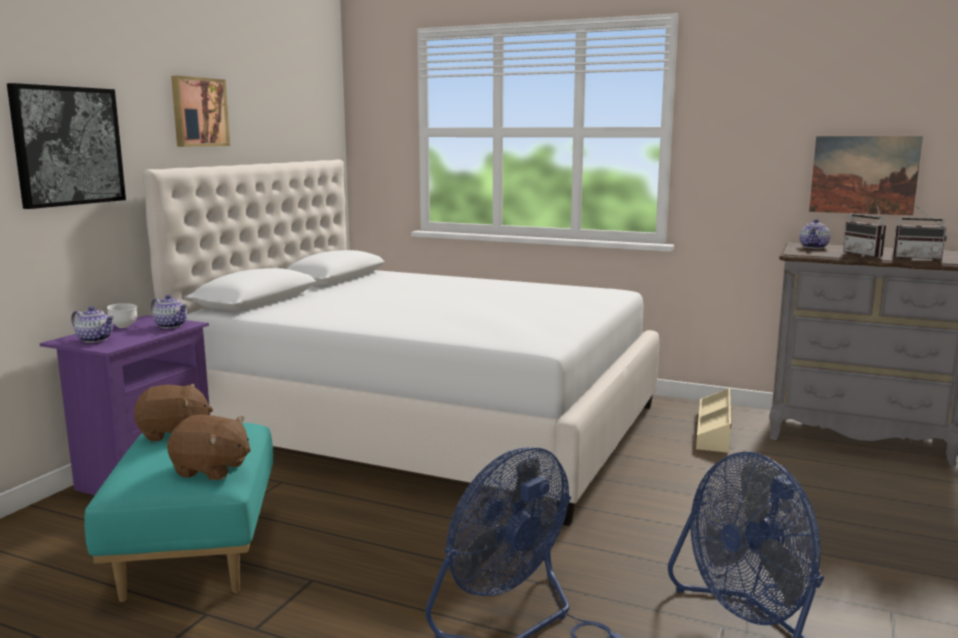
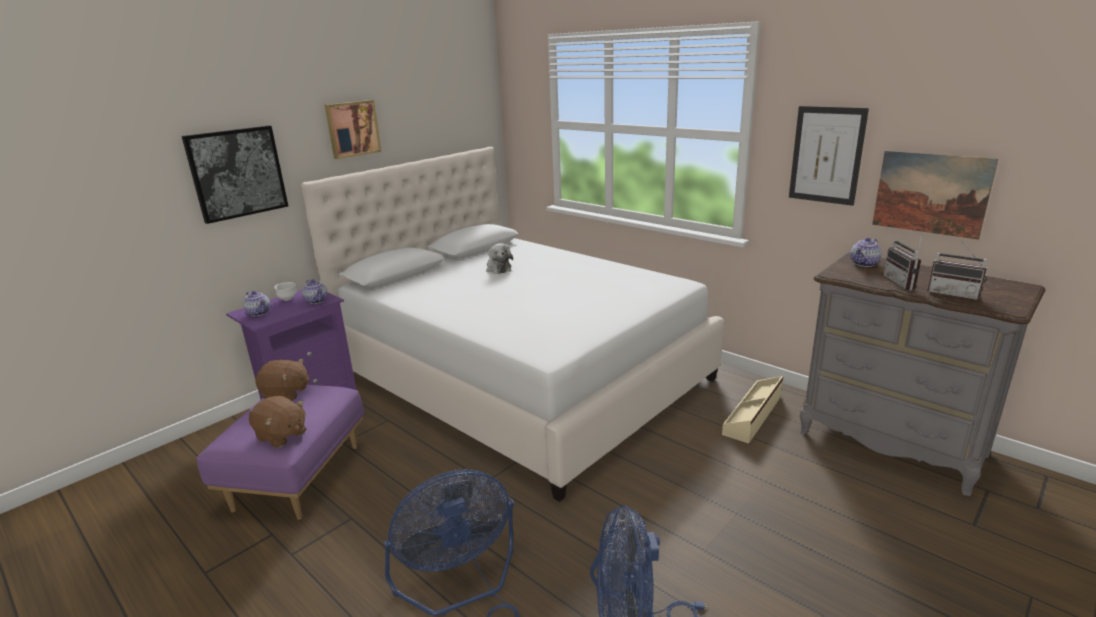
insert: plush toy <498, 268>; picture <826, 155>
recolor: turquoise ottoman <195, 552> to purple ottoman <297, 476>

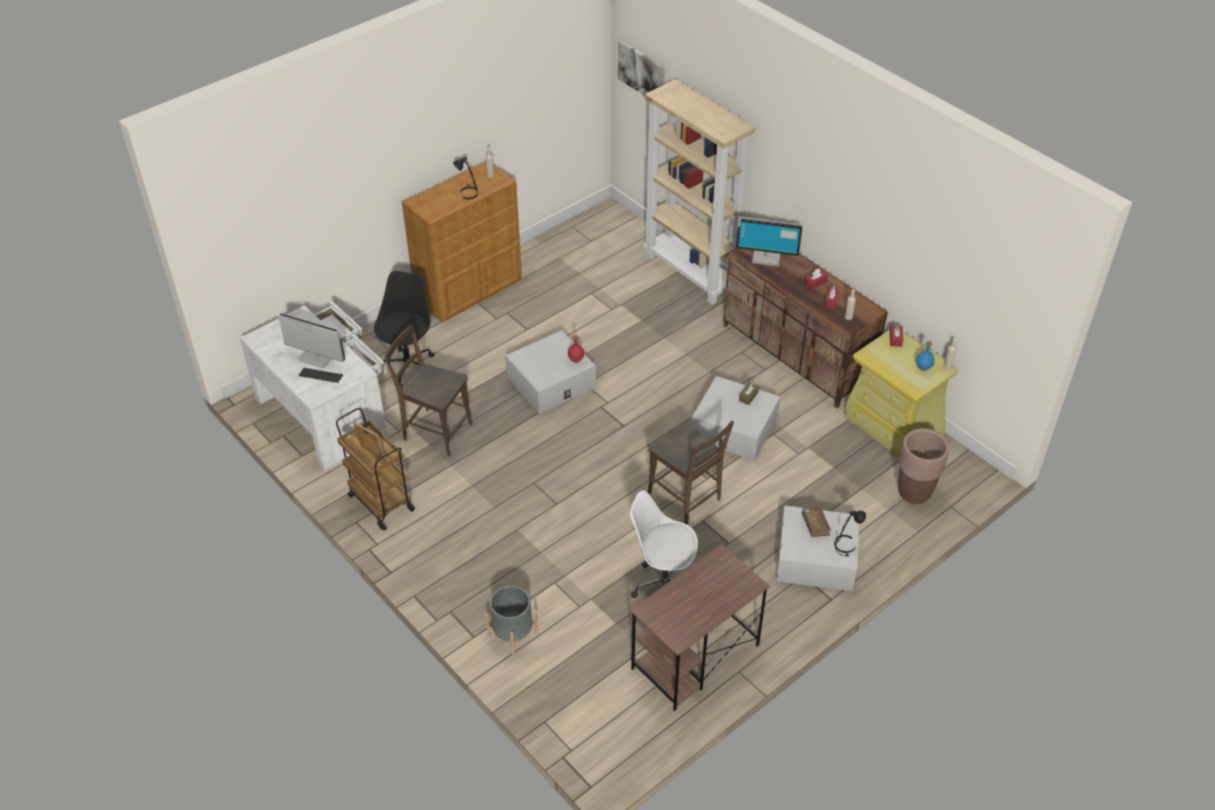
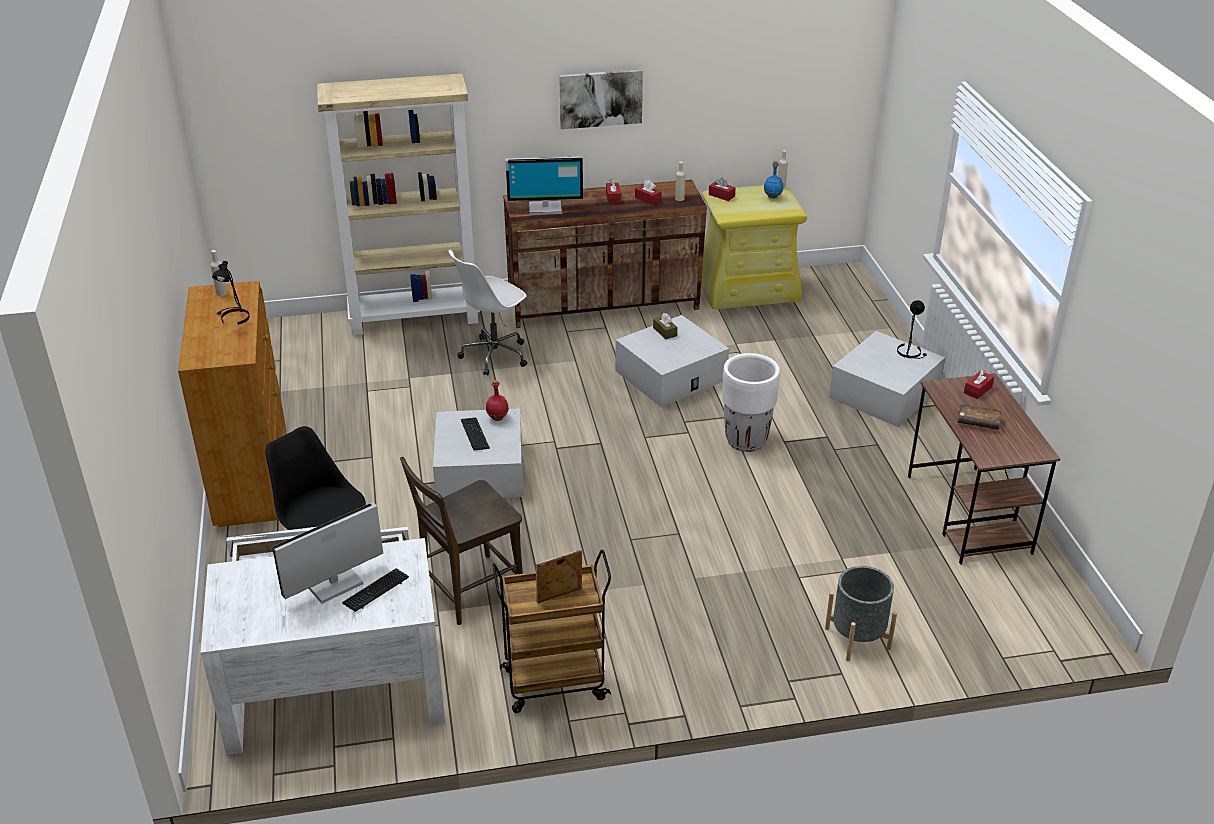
delete: brown planter <914, 493>
insert: keyboard <475, 435>; red tissue box <978, 390>
move: picture <642, 72> to <600, 98>; white office chair <662, 587> to <493, 357>; brown book <815, 525> to <978, 422>
replace: brown chair <686, 499> to white planter <746, 441>
rotate: monitor <766, 257> = <545, 208> 45 degrees clockwise

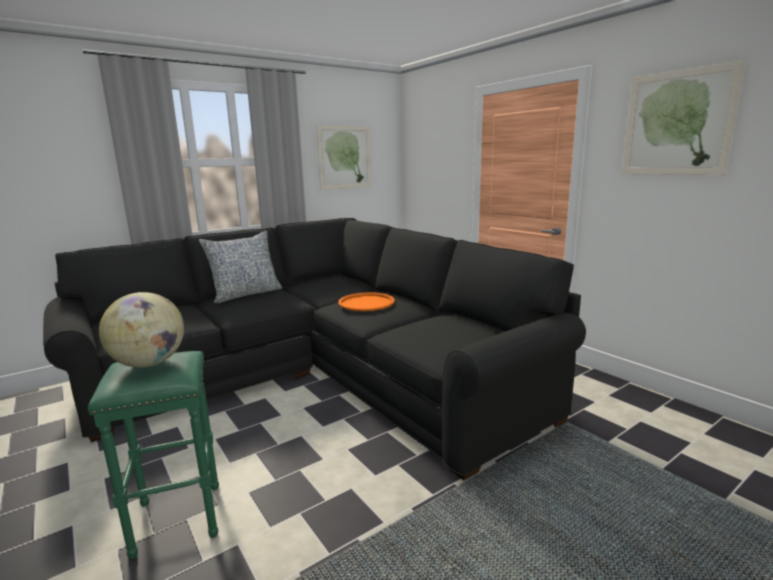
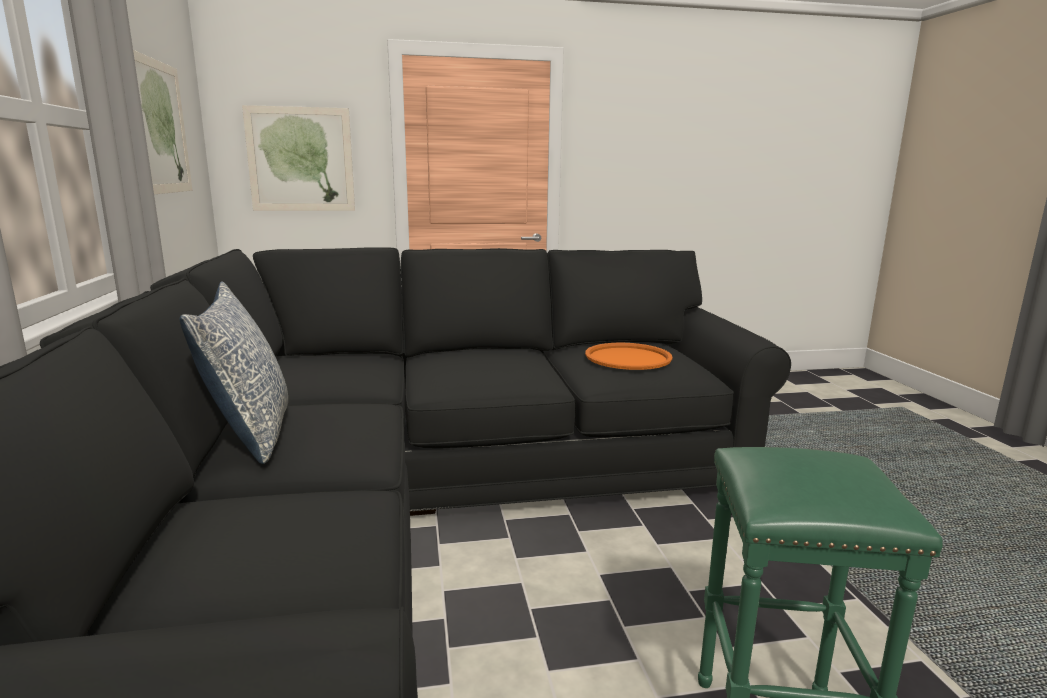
delete: globe <149, 363>
move: orange tray <366, 303> to <628, 357>; picture <677, 123> to <300, 159>

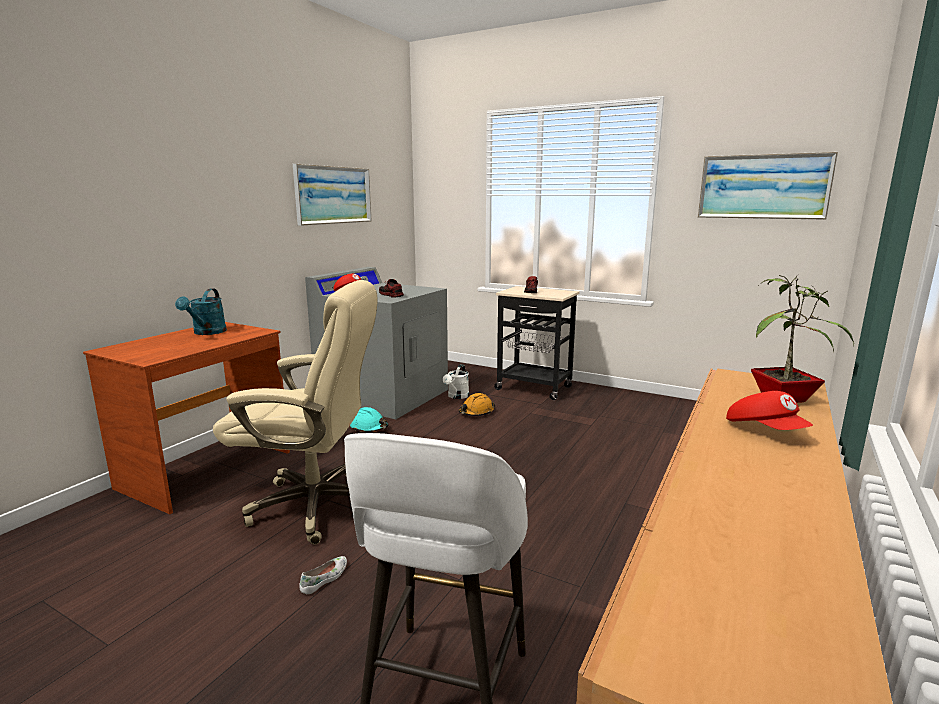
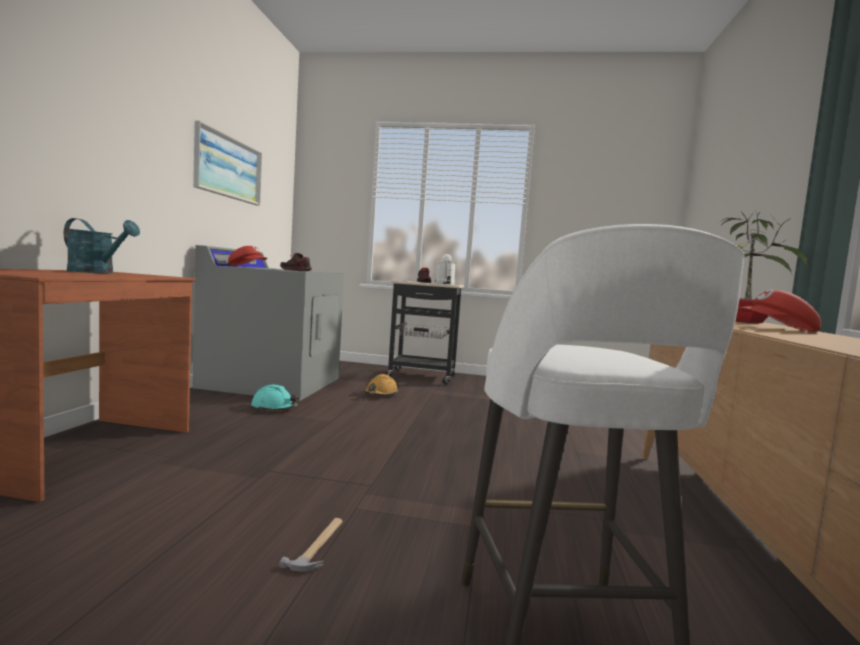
delete: beige office chair <312, 505>; picture <763, 186>
move: white watering can <457, 396> to <444, 284>
replace: white shoe <325, 579> to hammer <319, 546>
rotate: turquoise watering can <207, 333> = <97, 272> 60 degrees counterclockwise; red cap <765, 430> = <778, 329> 135 degrees clockwise

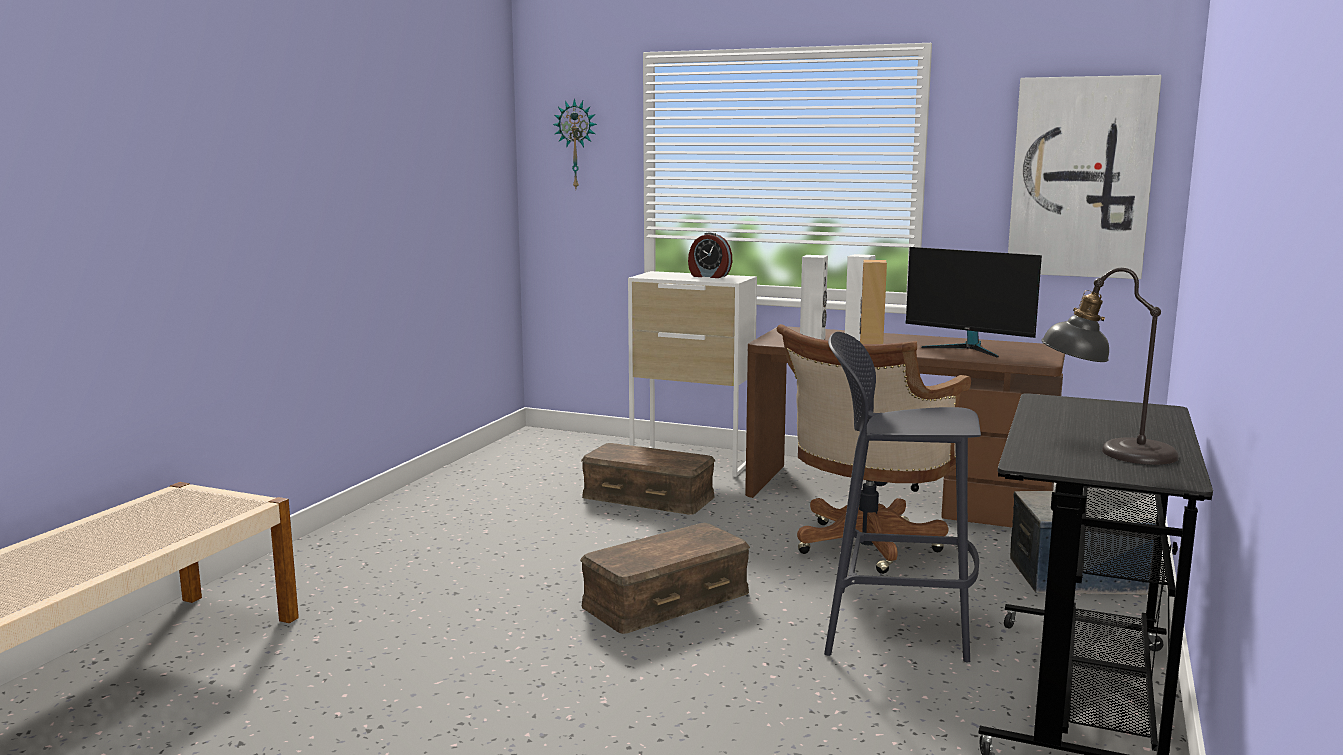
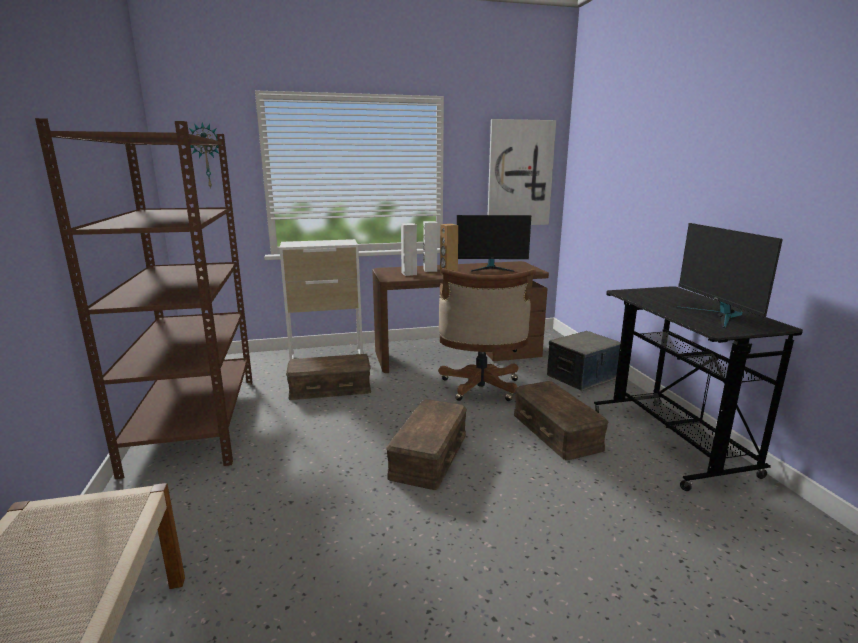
delete: alarm clock <709, 276>
insert: brown bookcase <196, 421>
replace: grey stool <893, 627> to brown storage box <555, 431>; grey table lamp <1105, 450> to monitor <717, 316>

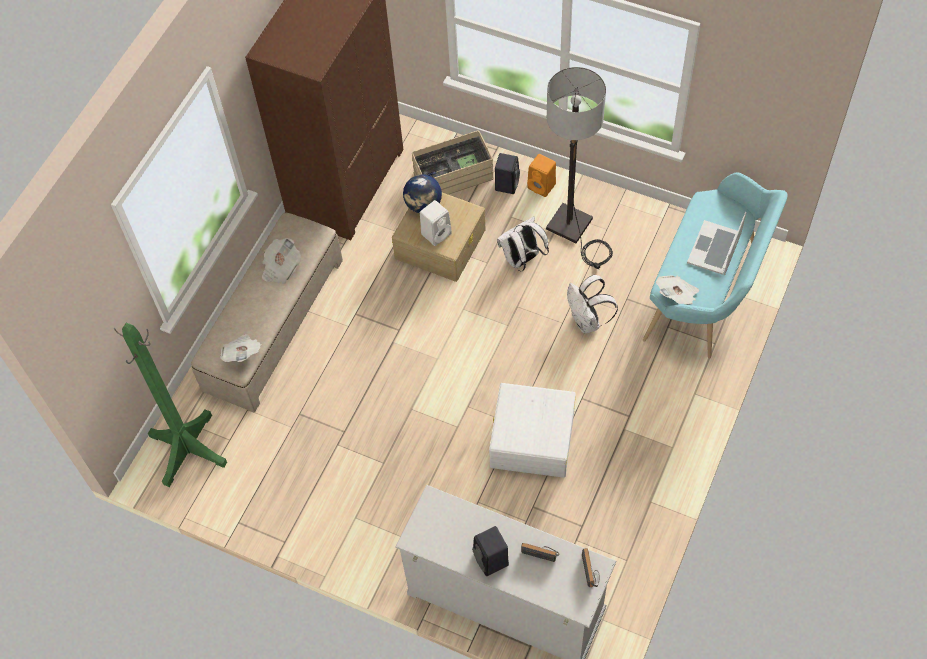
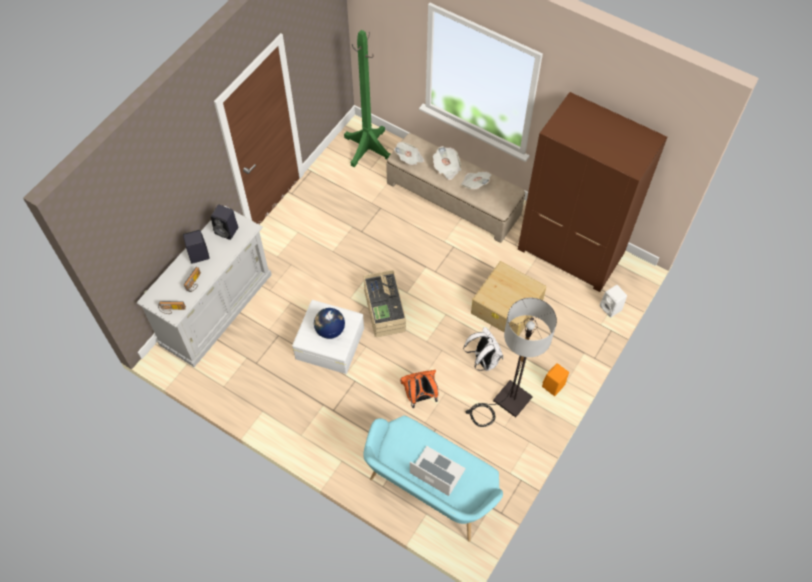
move: globe <423, 205> to <330, 330>; beige storage box <453, 176> to <384, 309>; white speaker <436, 233> to <611, 308>; black speaker <507, 183> to <227, 231>; newspaper <677, 295> to <447, 168>
recolor: white backpack <587, 321> to orange backpack <420, 396>

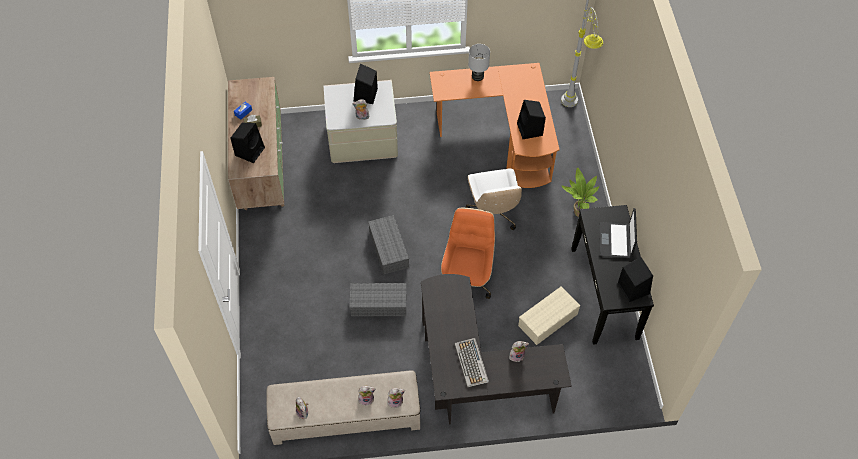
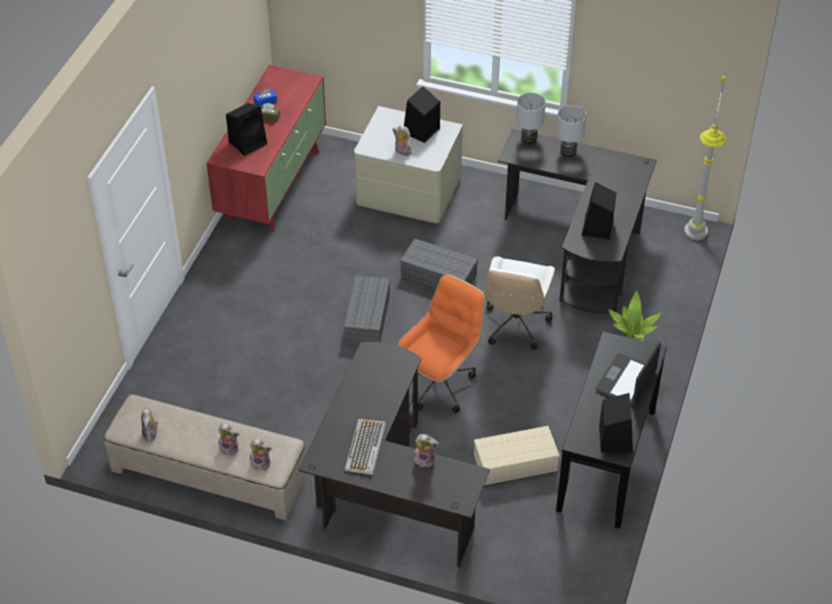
insert: grey table lamp <529, 139>
move: grey storage box <379, 303> to <440, 275>
recolor: green dresser <262, 169> to red dresser <272, 185>; orange desk <502, 137> to black desk <582, 245>

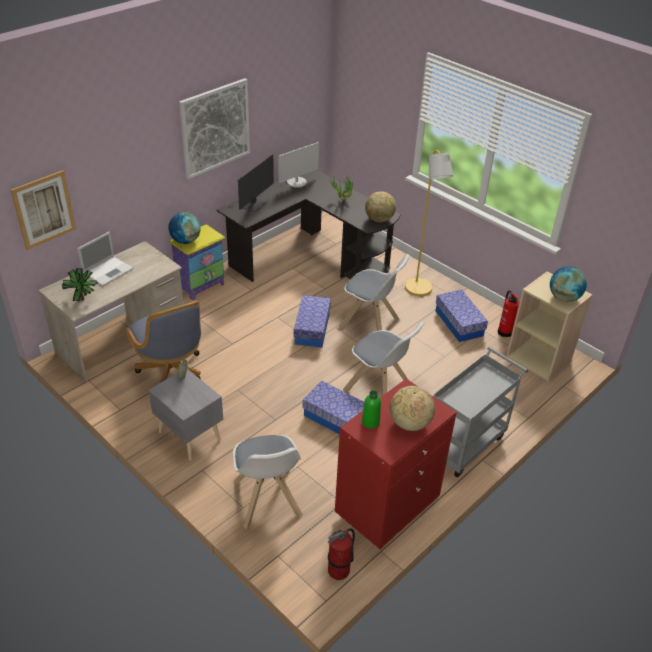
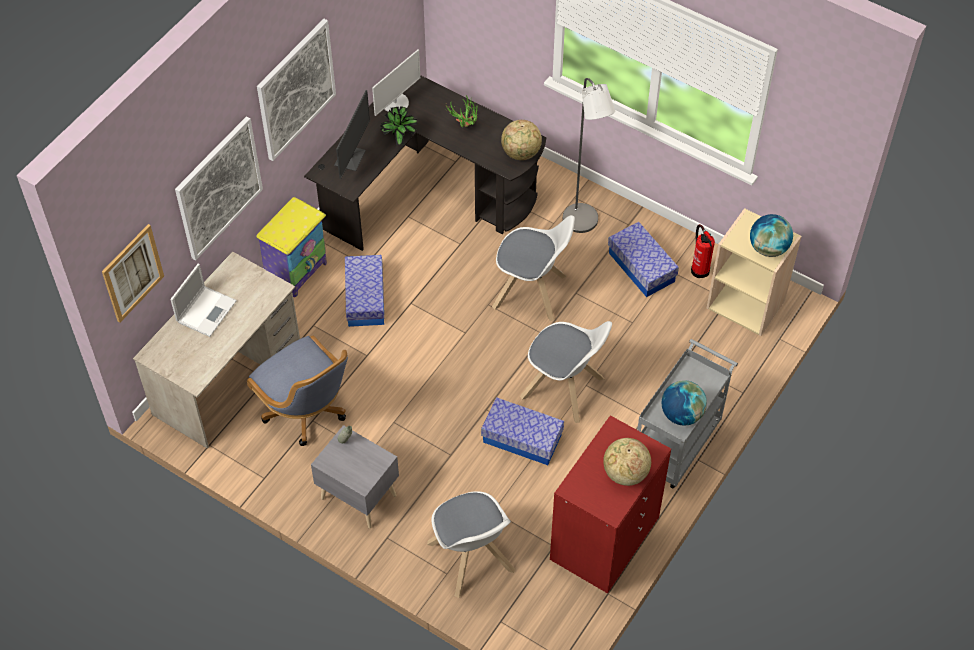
delete: fire extinguisher <339, 570>; green bottle <370, 422>
insert: picture <218, 188>
move: potted plant <84, 300> to <400, 139>; globe <185, 241> to <681, 414>; storage box <312, 329> to <365, 298>
recolor: yellow floor lamp <420, 291> to grey floor lamp <583, 224>

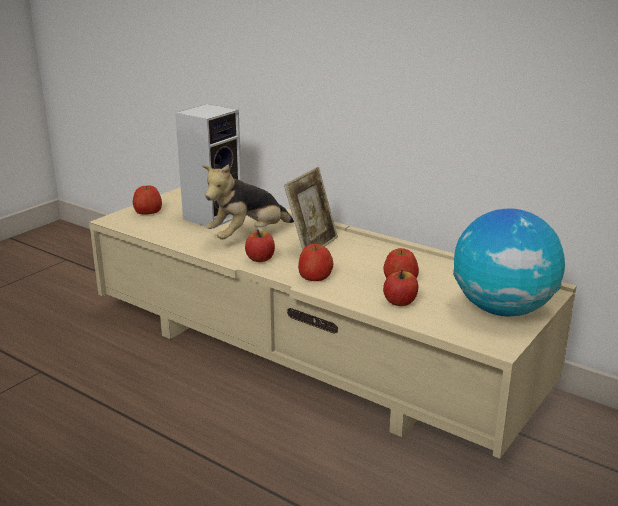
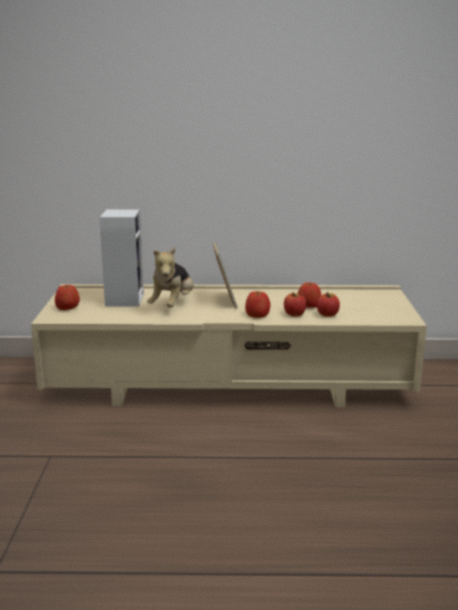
delete: globe <502, 309>
move: apple <260, 259> to <294, 314>

